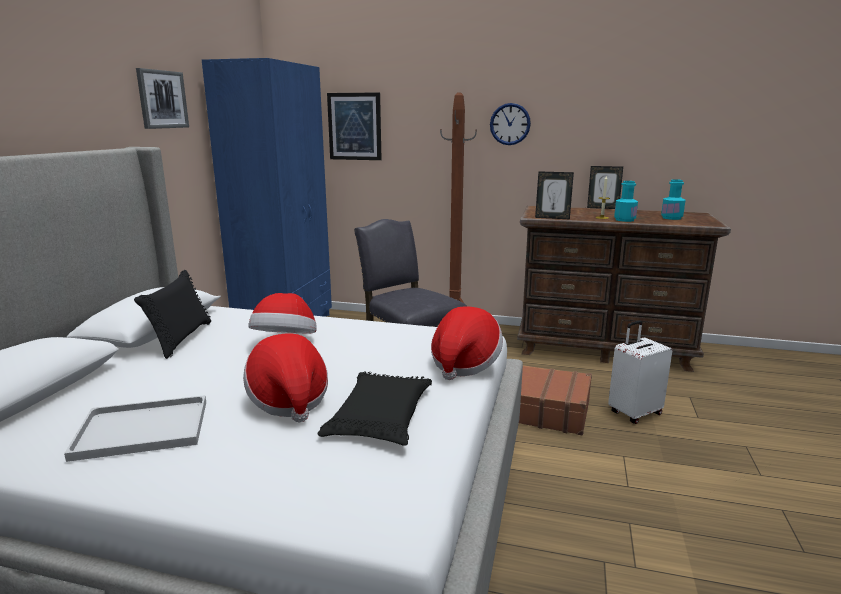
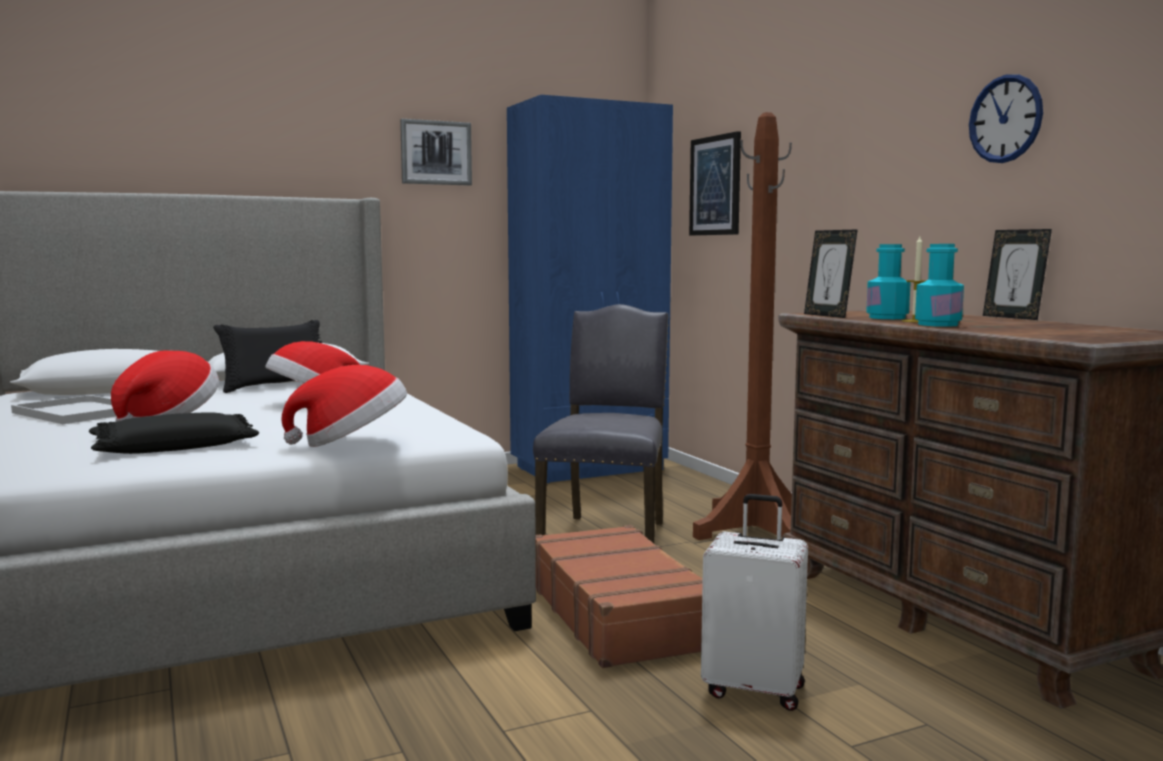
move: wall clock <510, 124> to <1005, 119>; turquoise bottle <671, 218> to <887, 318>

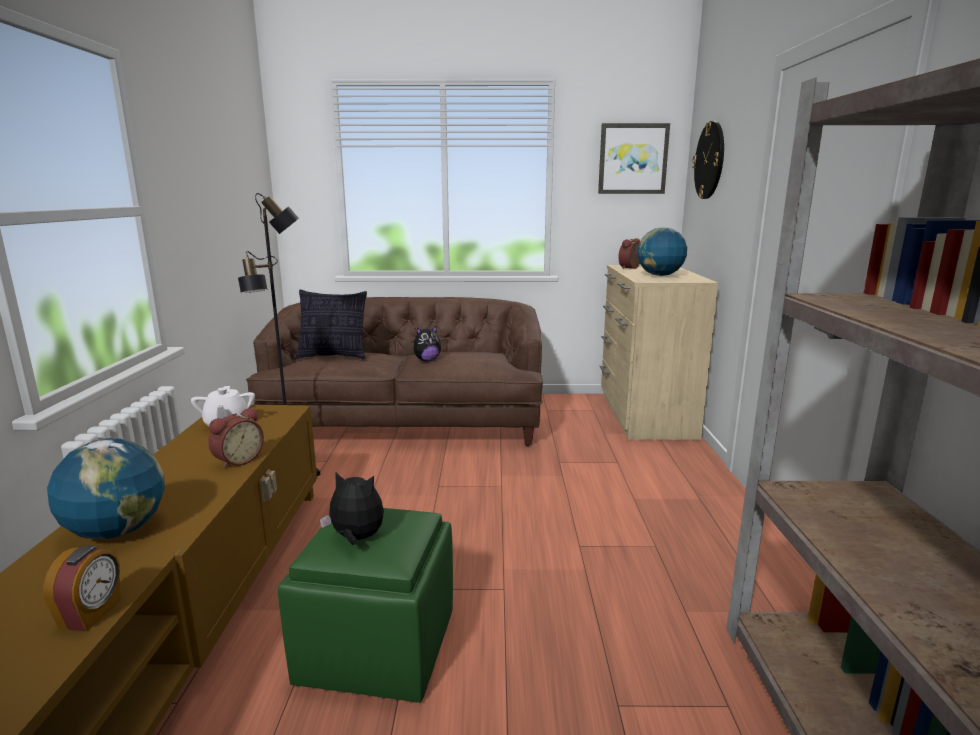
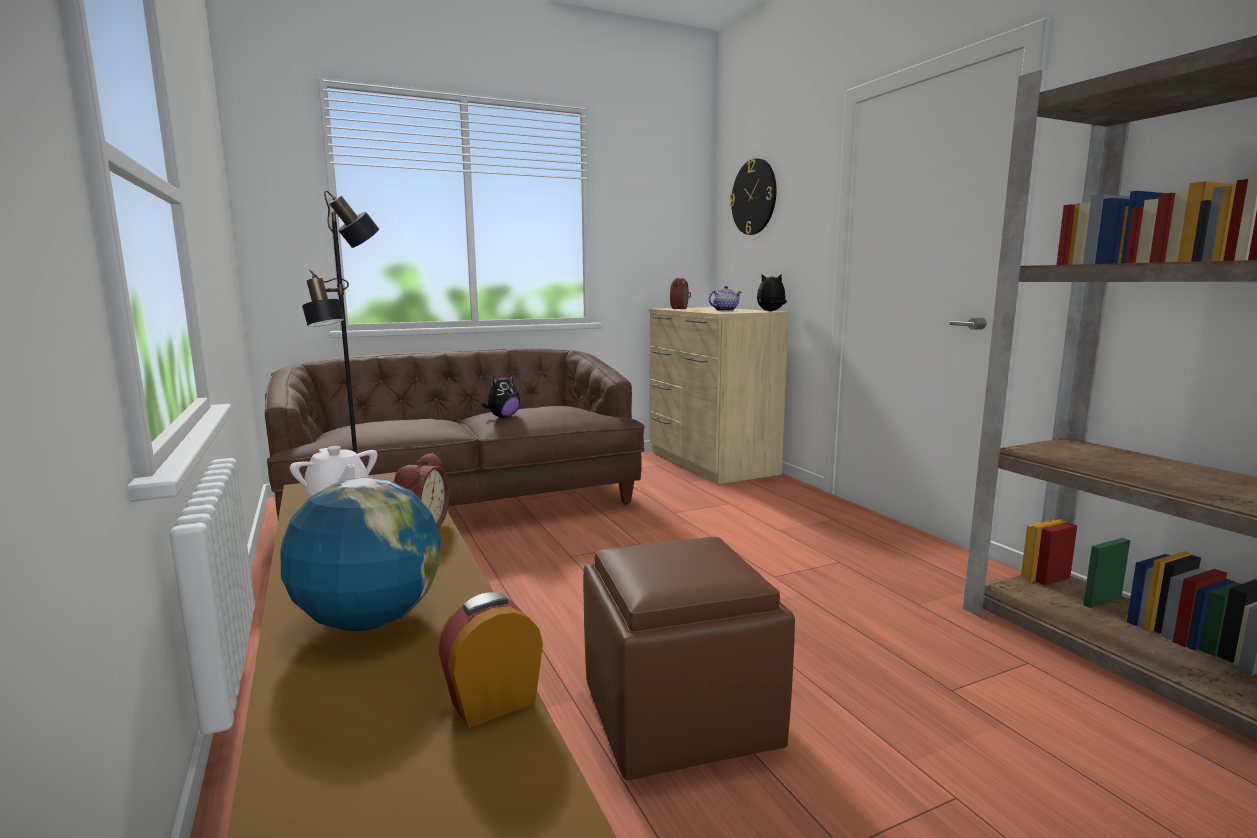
delete: pillow <333, 356>; picture <633, 159>
move: plush toy <356, 538> to <771, 311>
replace: globe <660, 275> to teapot <724, 310>
recolor: green ottoman <376, 648> to brown ottoman <678, 717>
rotate: alarm clock <92, 614> = <492, 702> 105 degrees counterclockwise

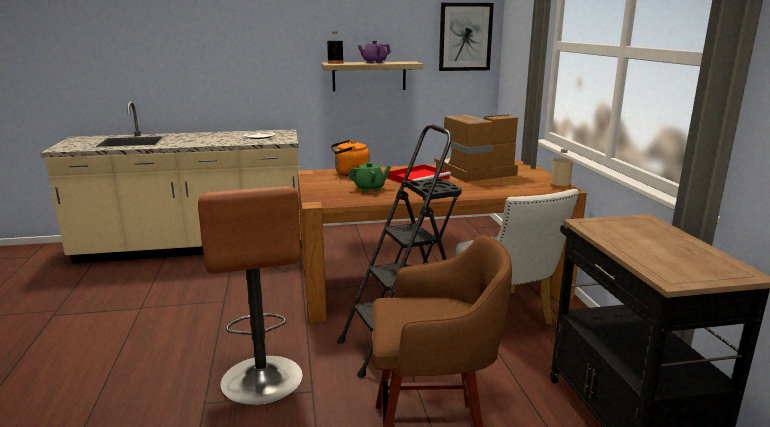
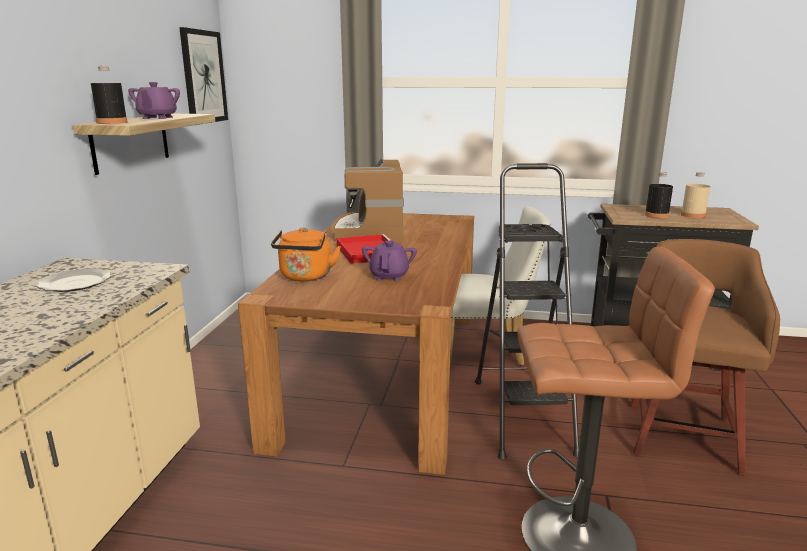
insert: black bottle <656, 215>
move: beige bottle <560, 186> to <693, 215>
recolor: green teapot <370, 189> to purple teapot <389, 276>

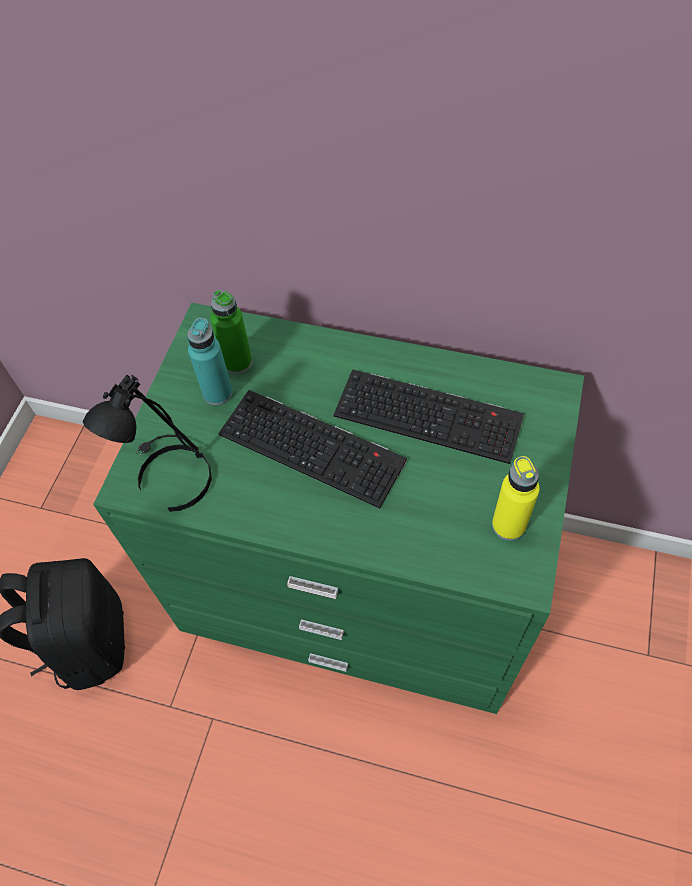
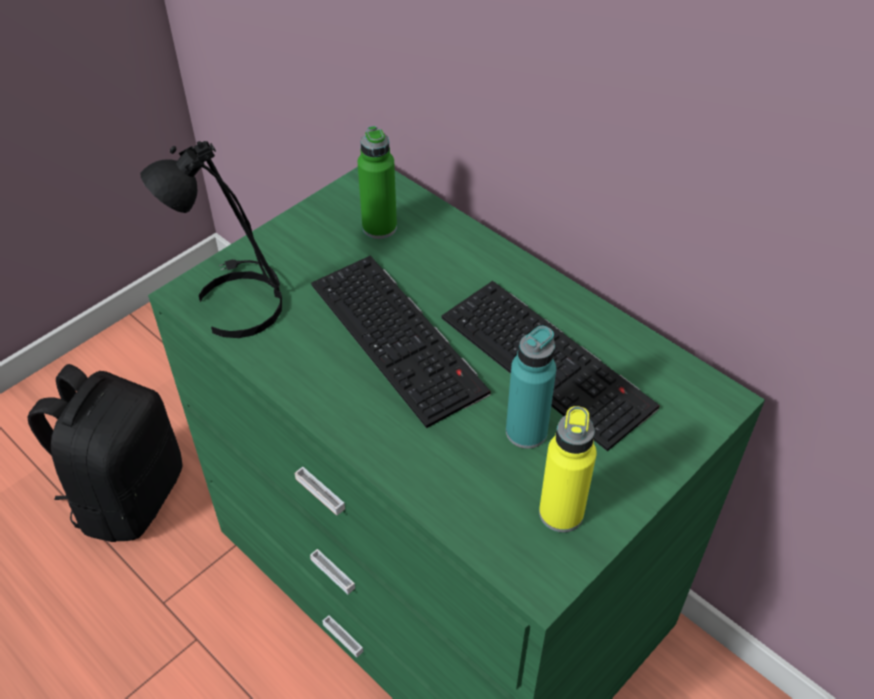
move: turquoise bottle <217, 393> to <526, 432>

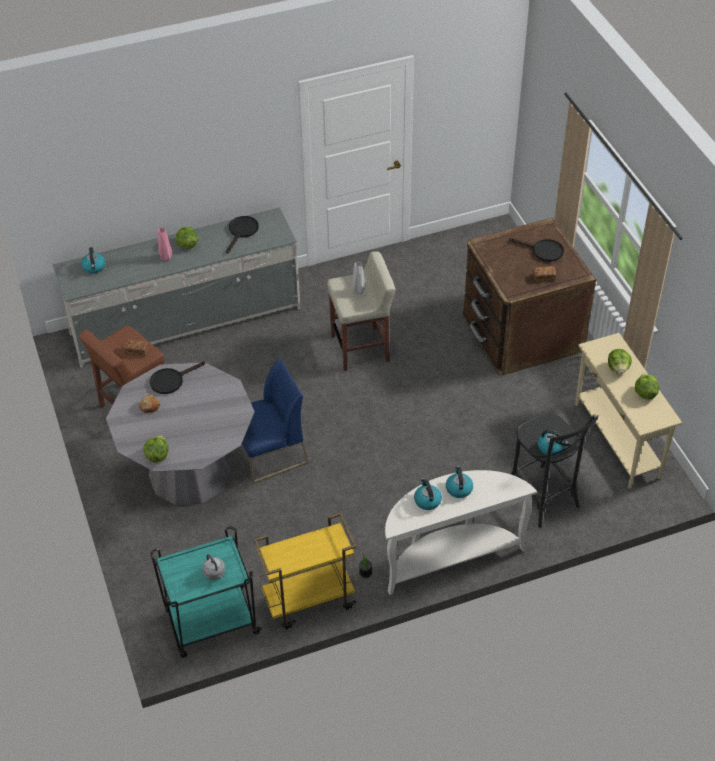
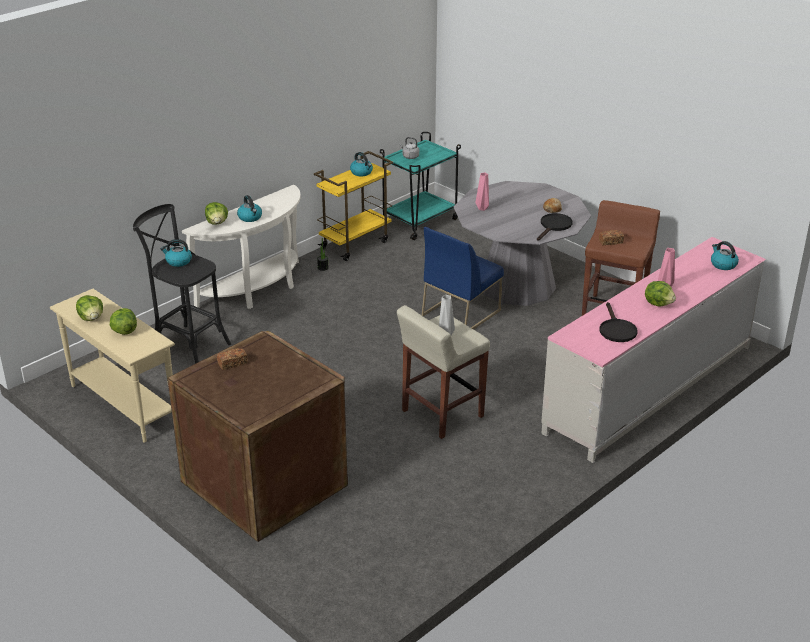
delete: black frying pan <543, 251>
insert: pink vase <482, 209>
move: lettuce <157, 456> to <217, 223>; kettle <427, 500> to <362, 172>
recolor: grey cabinet <185, 320> to pink cabinet <650, 388>

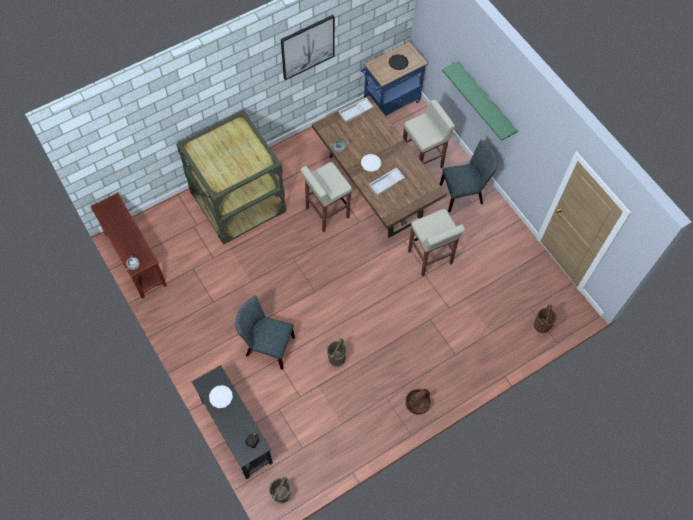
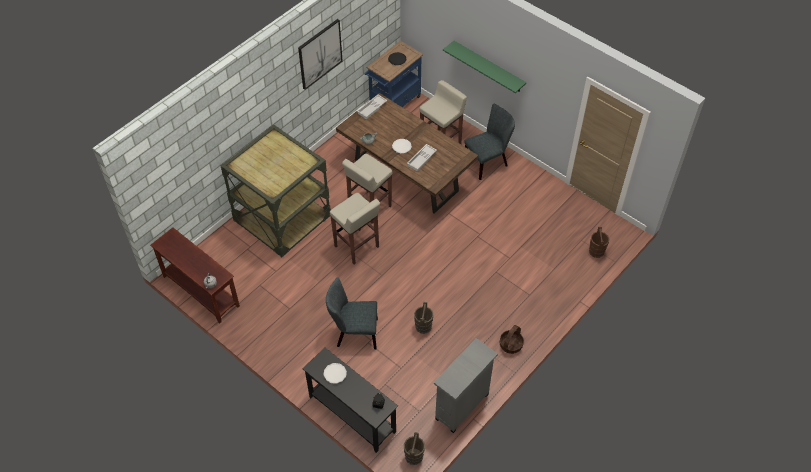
insert: grey cabinet <462, 407>
move: beige stool <430, 258> to <357, 247>

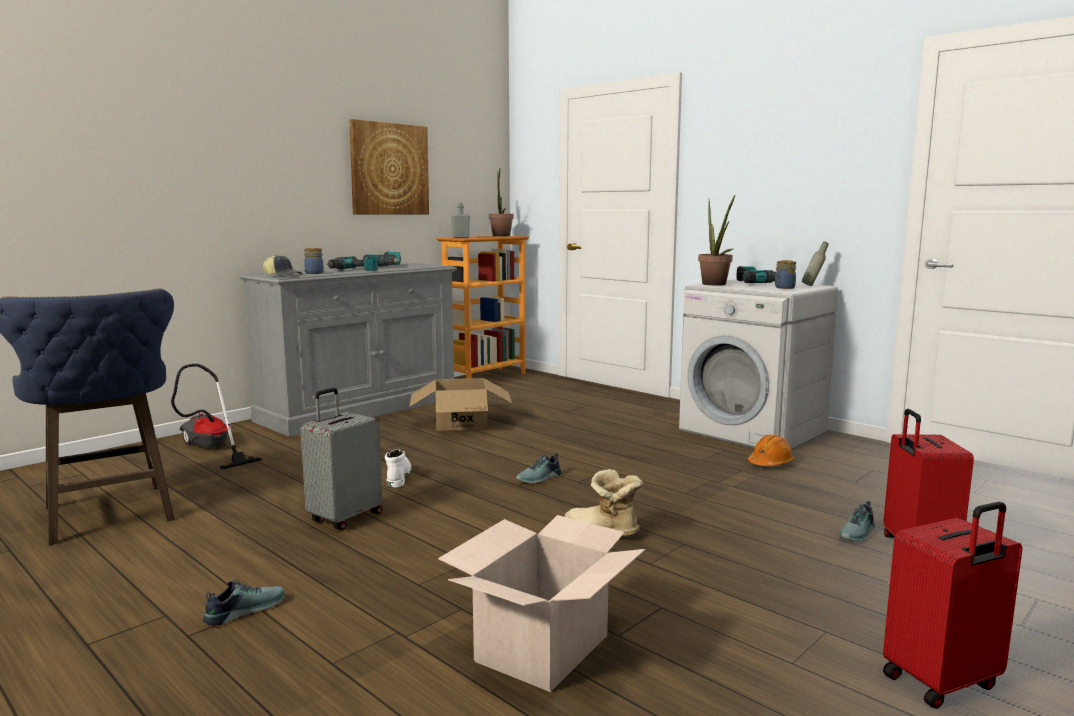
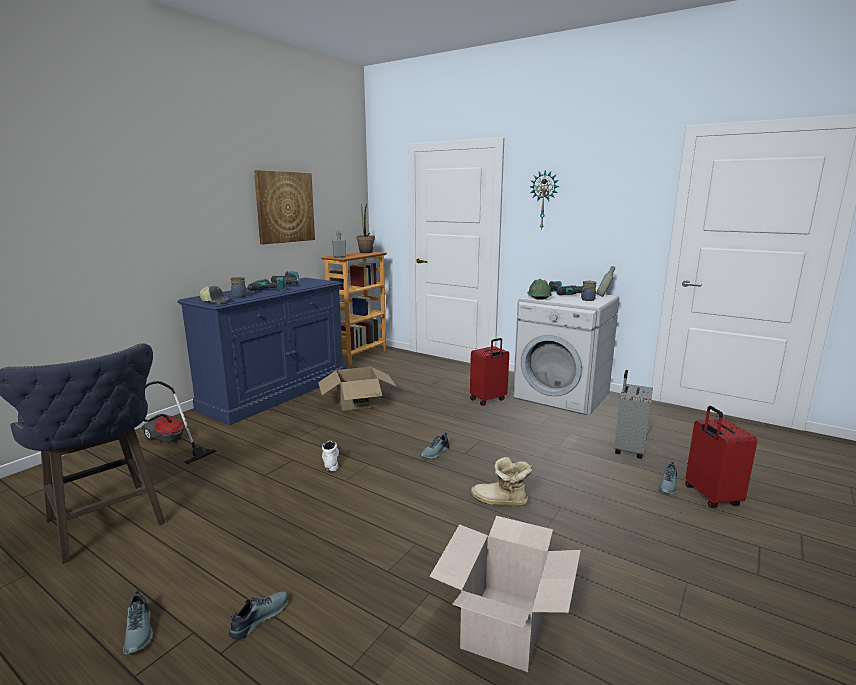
delete: orange hard hat <770, 463>
insert: shoe <140, 630>; wall clock <544, 200>
move: grey suitcase <344, 518> to <628, 450>; red suitcase <942, 683> to <488, 400>
replace: potted plant <716, 284> to green hard hat <539, 297>
recolor: grey cabinet <362, 408> to blue cabinet <278, 392>

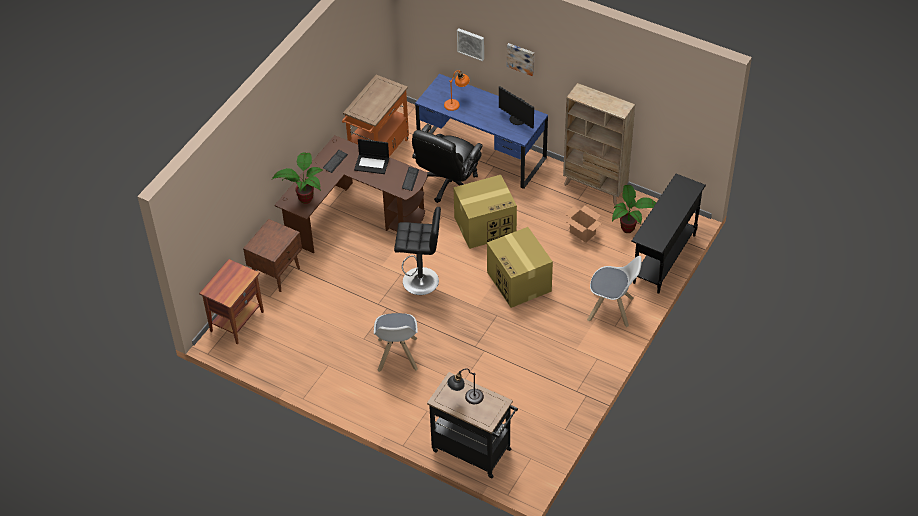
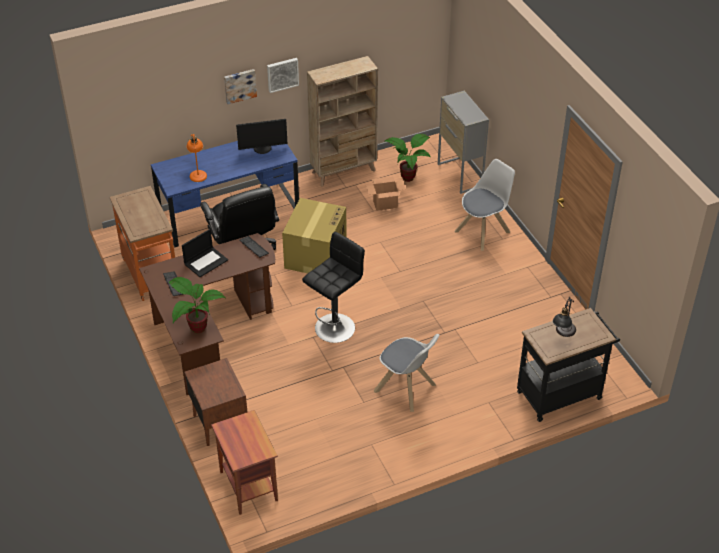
delete: cardboard box <519, 282>
move: picture <471, 43> to <282, 74>
replace: black console table <664, 259> to grey cabinet <459, 176>

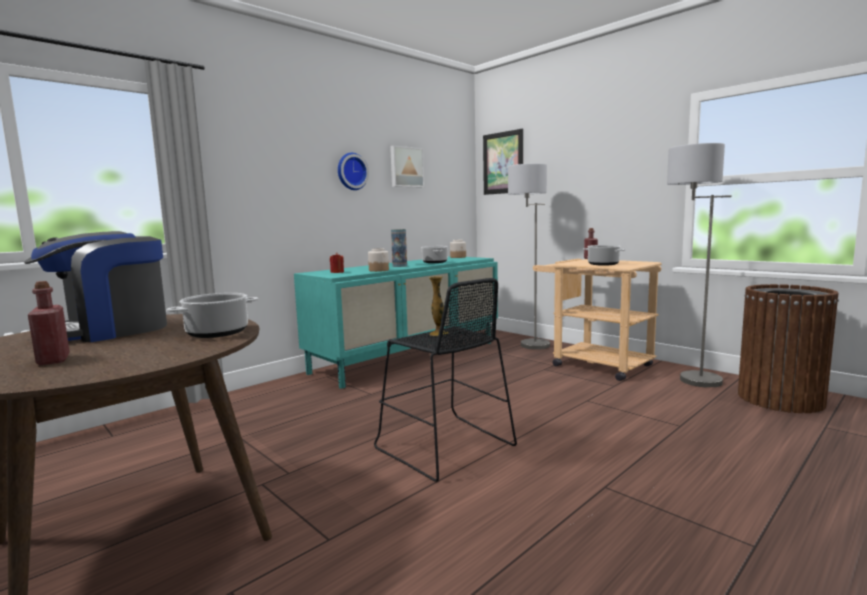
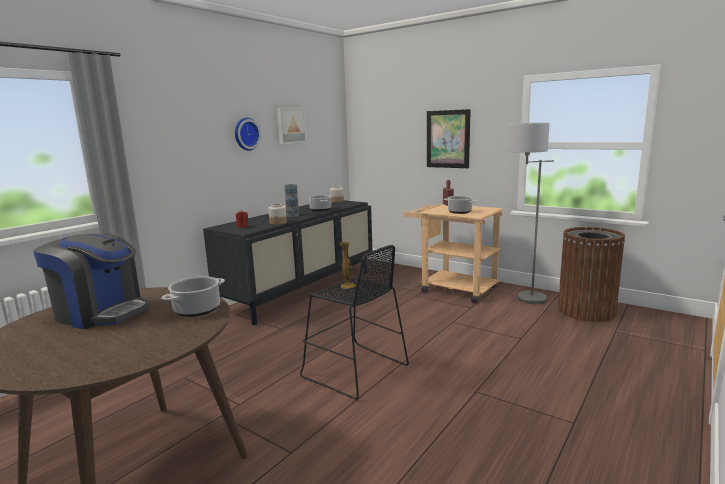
delete: red bottle <53, 360>; grey floor lamp <529, 347>
move: picture <503, 163> to <448, 139>
recolor: turquoise cabinet <409, 357> to black cabinet <302, 291>
rotate: coffee machine <109, 331> = <101, 312> 105 degrees counterclockwise

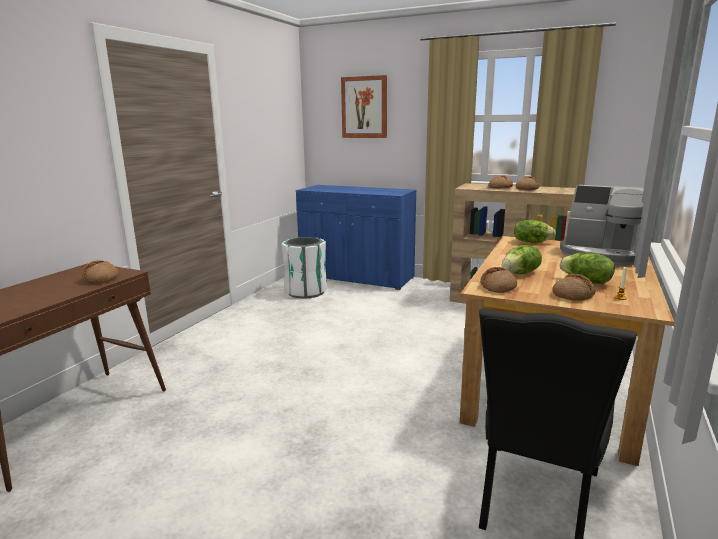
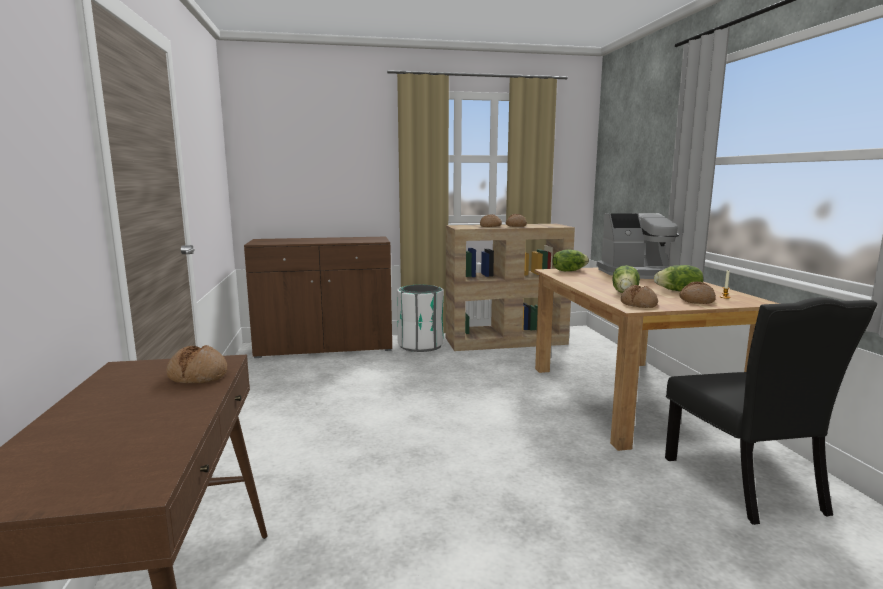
delete: picture <364, 107>
move: white trash can <306, 291> to <420, 345>
recolor: blue cabinet <356, 277> to brown cabinet <325, 347>

